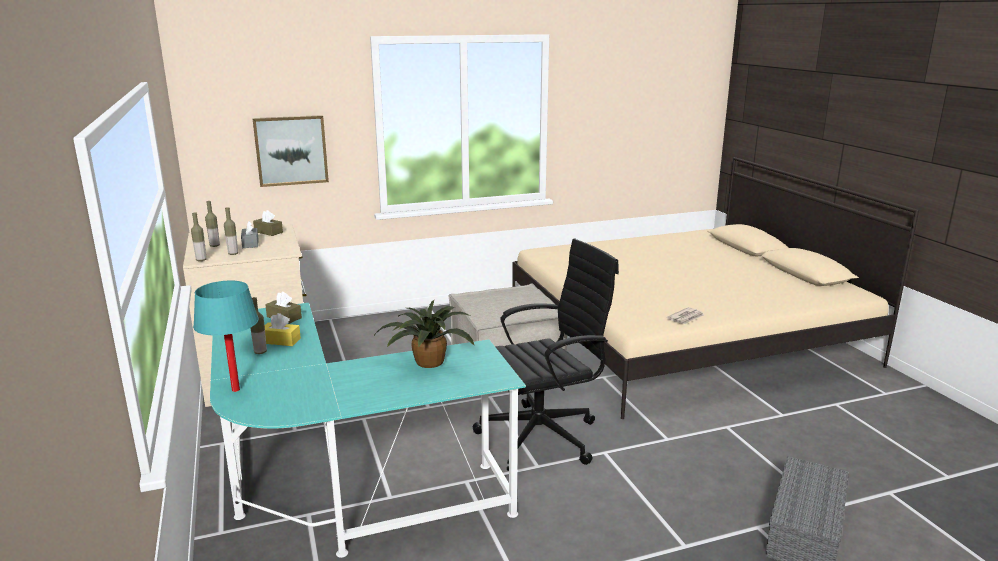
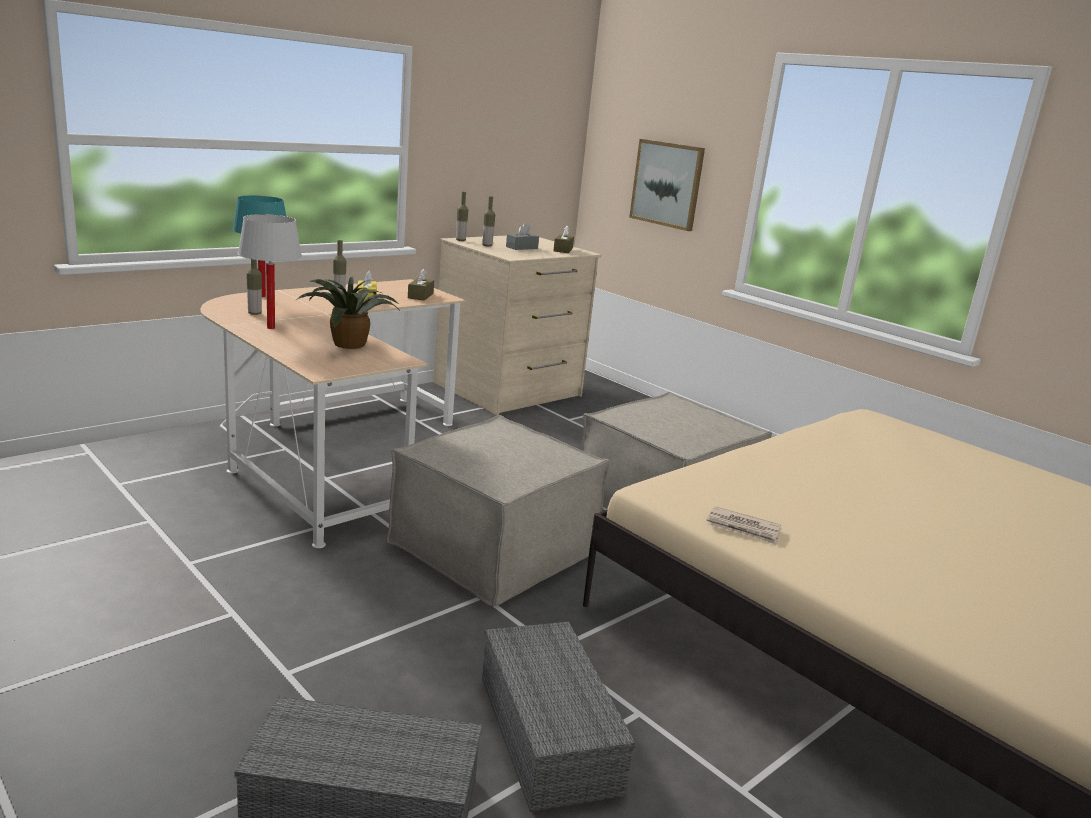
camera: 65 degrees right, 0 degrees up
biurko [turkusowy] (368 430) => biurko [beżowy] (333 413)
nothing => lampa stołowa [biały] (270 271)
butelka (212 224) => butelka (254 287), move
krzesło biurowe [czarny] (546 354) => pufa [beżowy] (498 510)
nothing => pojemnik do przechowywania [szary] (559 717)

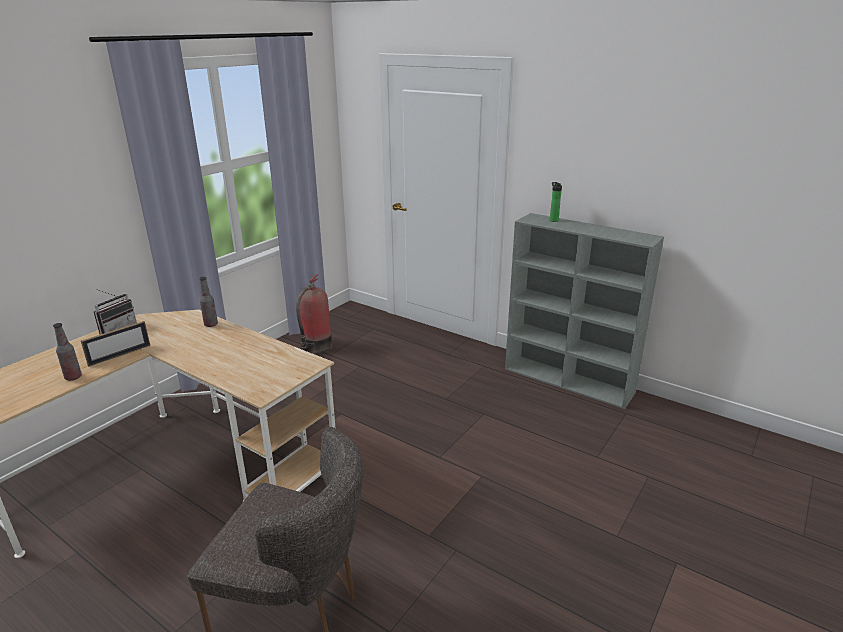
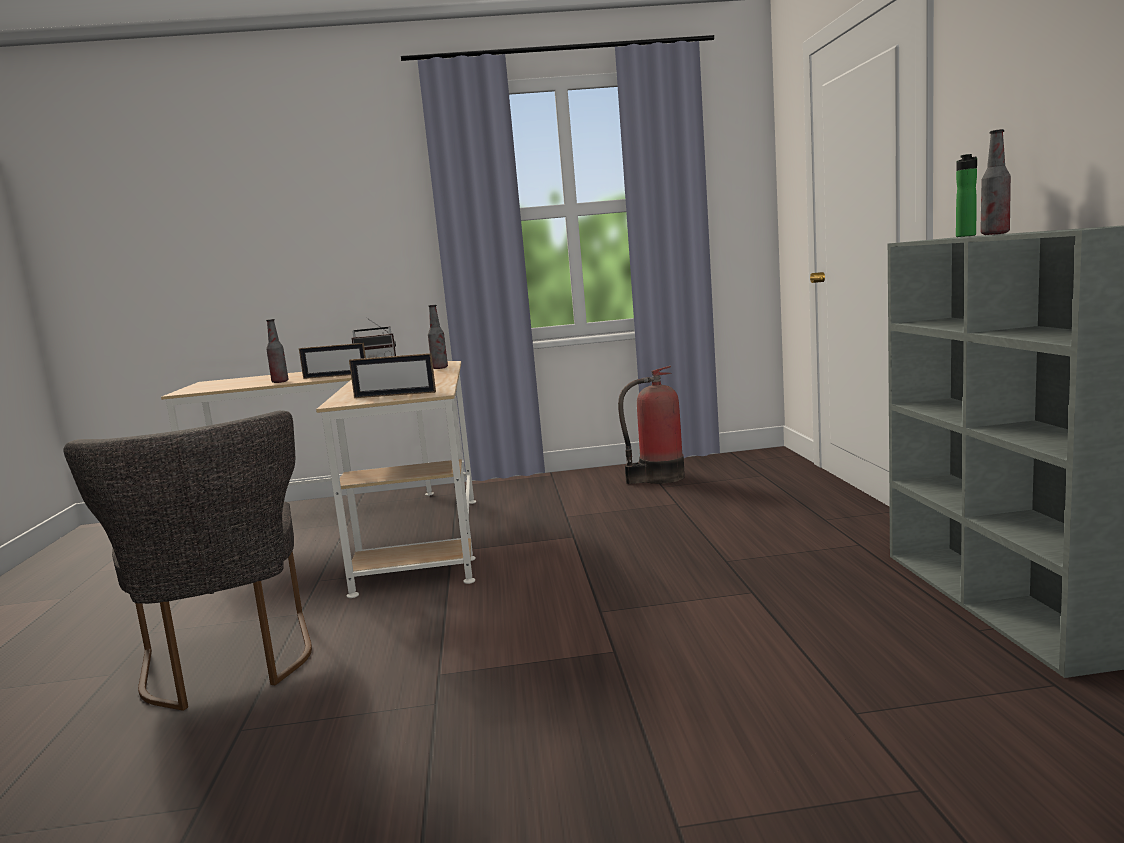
camera: 50 degrees right, 15 degrees down
nothing => ramka na zdjęcie (392 375)
nothing => butelka (995 182)

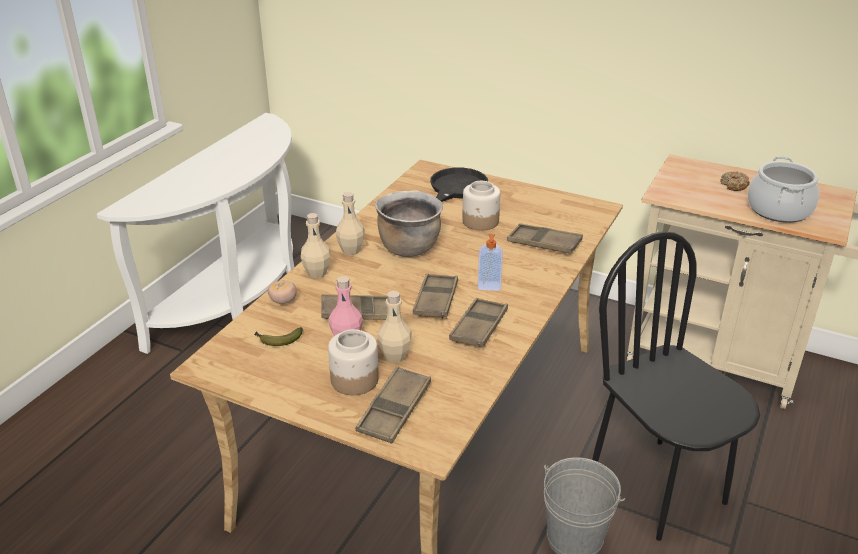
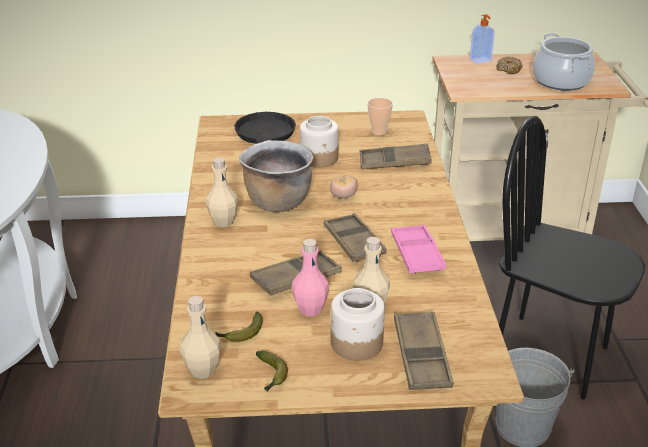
camera: 30 degrees left, 0 degrees up
butelka [beżowy] (315 245) => butelka [beżowy] (200 337), move
nothing => banan (272 371)
pomidor (282 292) => pomidor (344 187), move
nothing => filiżanka (380 116)
taca [brązowy] (478 323) => taca [różowy] (418 249)
dozownik mydła (490 262) => dozownik mydła (482 39), move

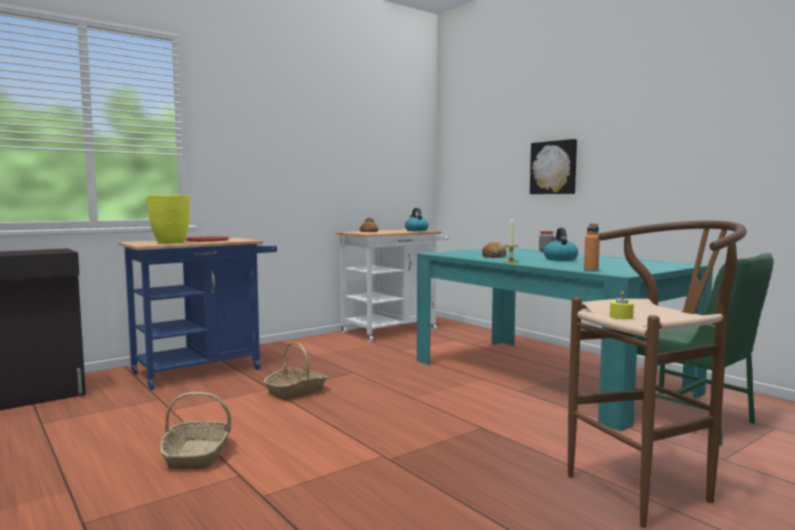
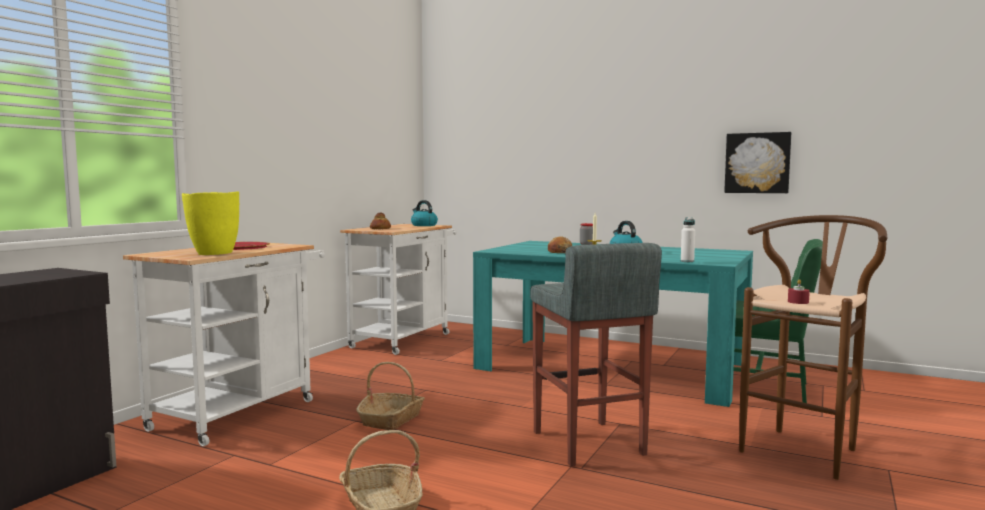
camera: 25 degrees left, 0 degrees up
wózek [niebieski] (197 313) => wózek [biały] (224 344)
nothing => stołek [szary] (596 355)
butelka [pomarańczowy] (592 247) => butelka [biały] (688 239)
obraz (553 166) => obraz (757 162), move
świeca [żółty] (622 305) => świeca [czerwony] (799 291)

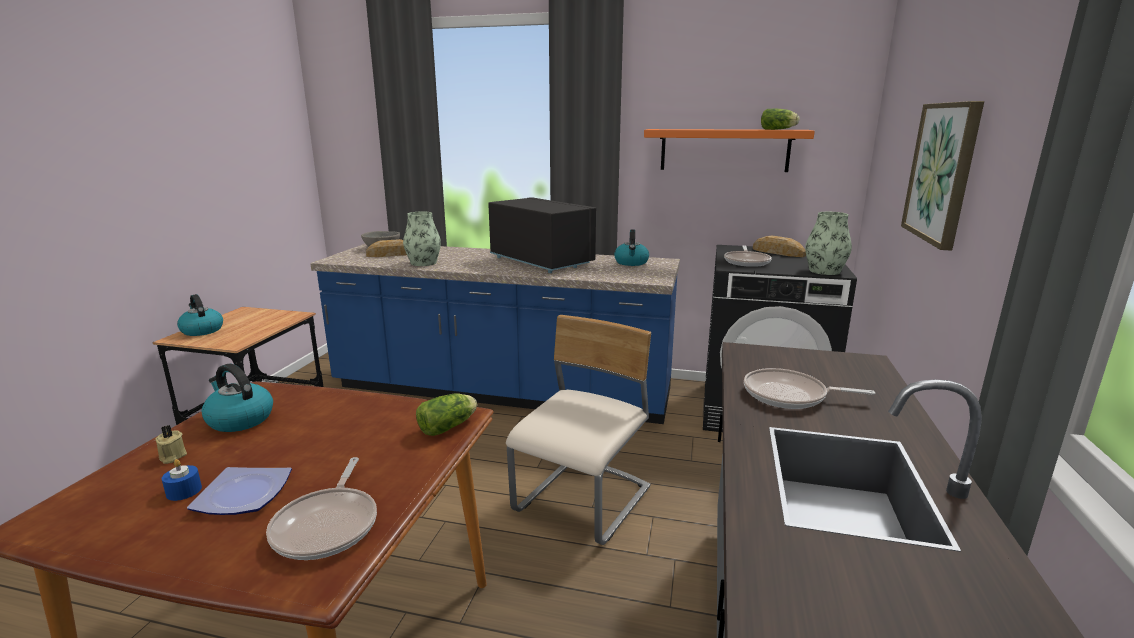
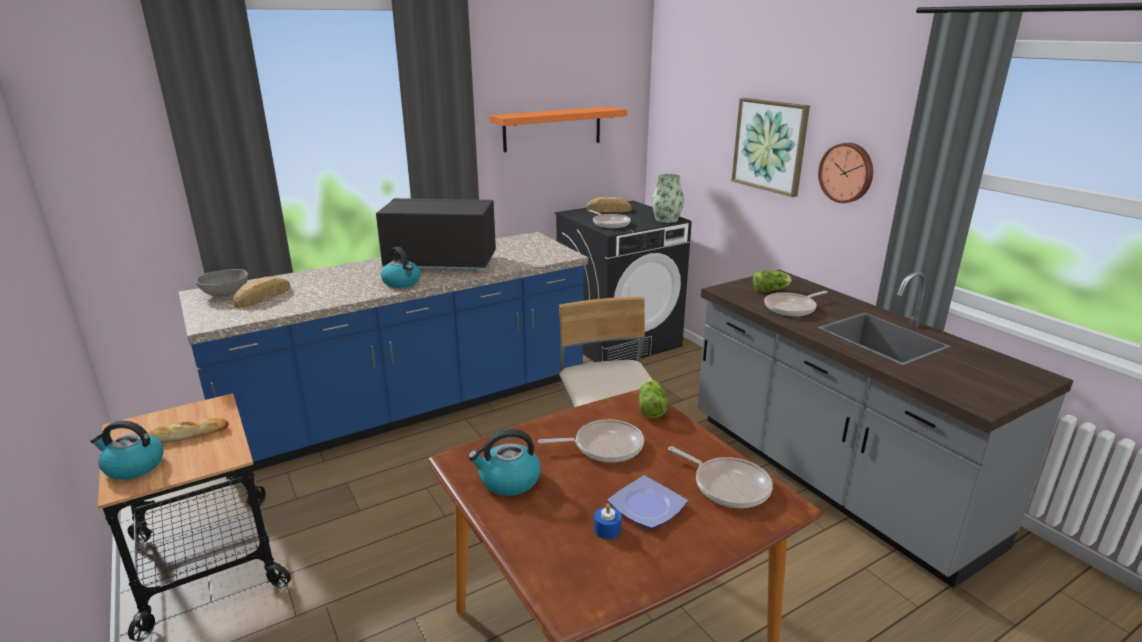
camera: 45 degrees left, 5 degrees up
nothing => chleb (188 430)
czajnik (631 248) => czajnik (400 267), move
nothing => patelnia (591 440)
sałata (780 119) => sałata (772 281), move
nothing => zegar ścienny (845 173)
świeca [beżowy] (171 444) => nothing
wazon (422 238) => nothing

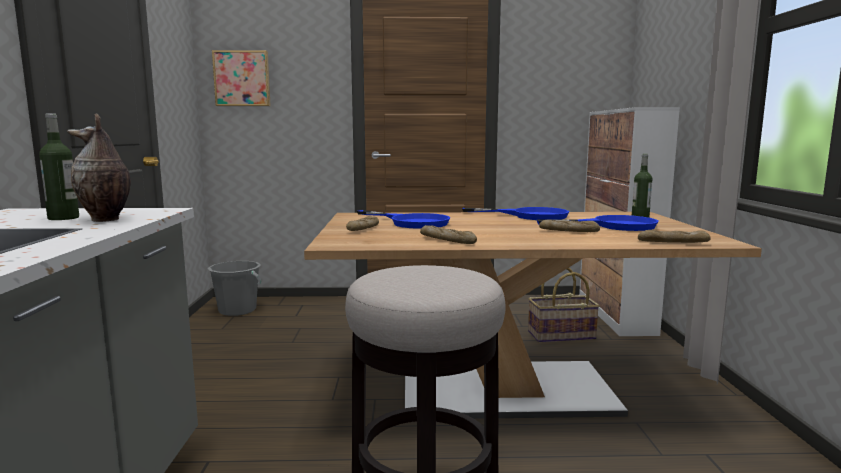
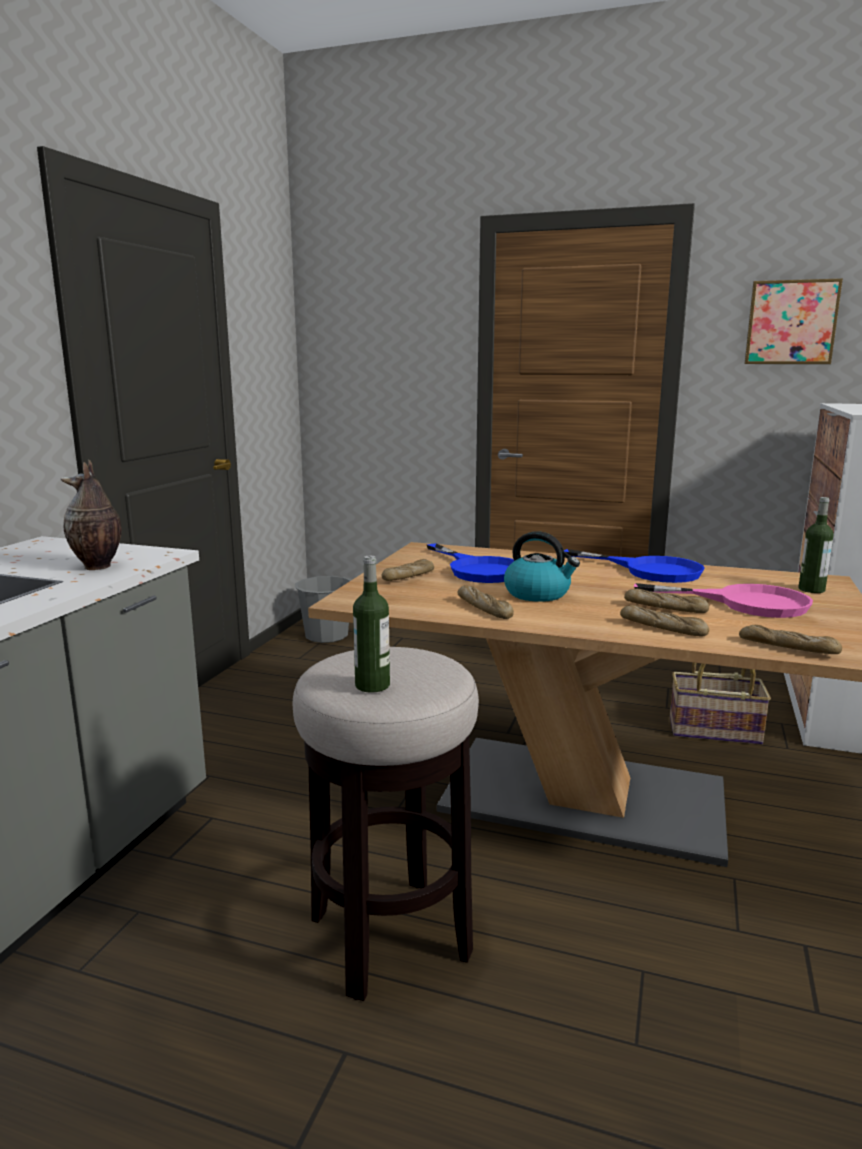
camera: 20 degrees right, 5 degrees up
butelka (59 166) => butelka (371 624), move
nothing => czajnik (542 566)
nothing => chleb (664 621)
patelnia [niebieski] (597 223) => patelnia [różowy] (723 600)
obraz (241 78) => obraz (794 321), move

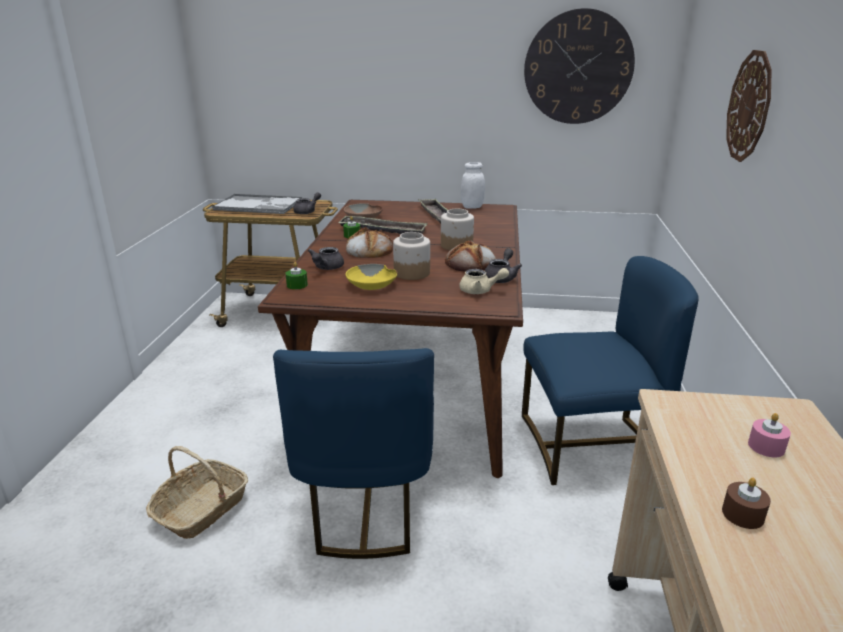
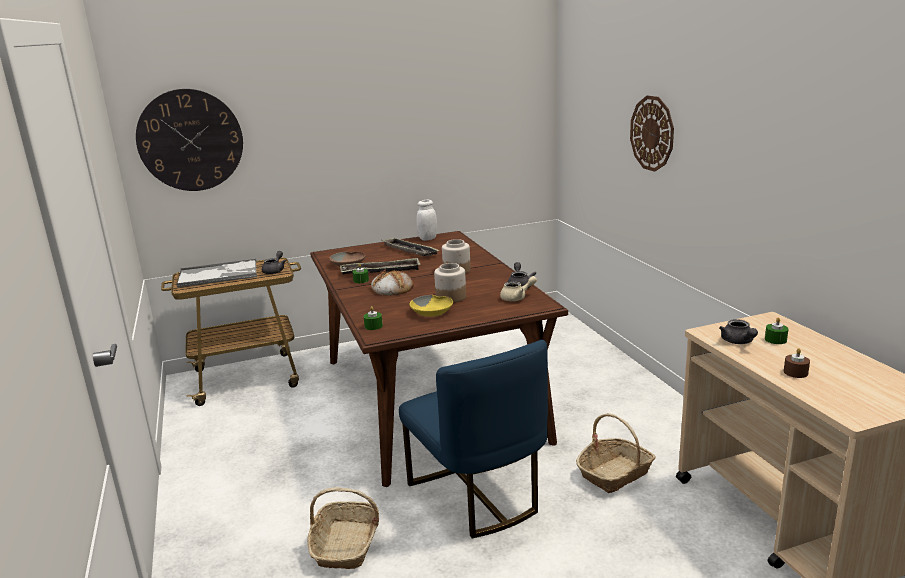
camera: 25 degrees left, 5 degrees down
zegar ścienny (579 66) => zegar ścienny (189 140), move
nothing => koszyk (616 453)
imbryk [szary] (326 258) => imbryk [szary] (738 331), move
świeca [różowy] (769 435) => świeca [zielony] (776 330)
chleb (470 256) => nothing
krzesło [niebieski] (610 370) => nothing

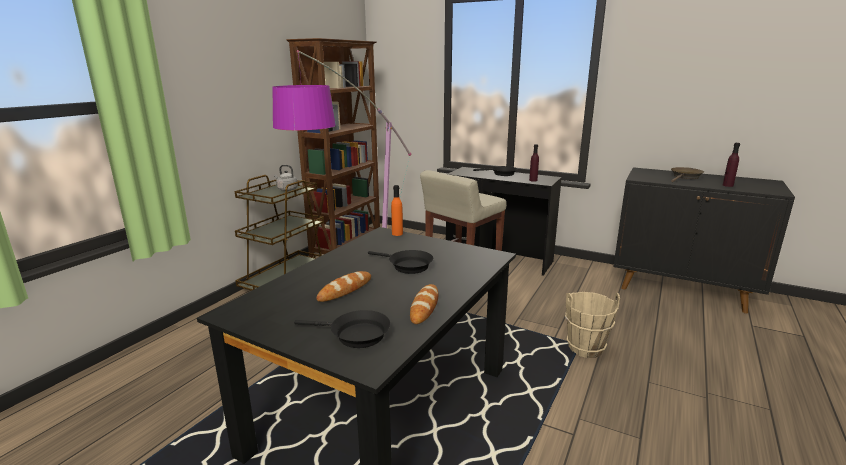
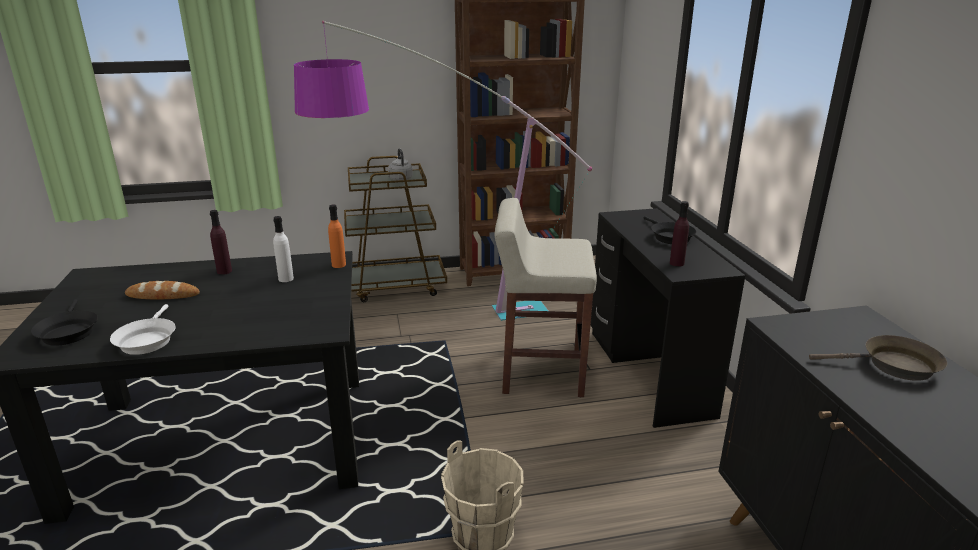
camera: 50 degrees right, 5 degrees up
chleb (424 304) => patelnia [biały] (142 329)
butelka [fioletowy] (731 165) => butelka [fioletowy] (221 242), move
nothing => butelka [biały] (283 249)
patelnia [czarny] (400 262) => nothing

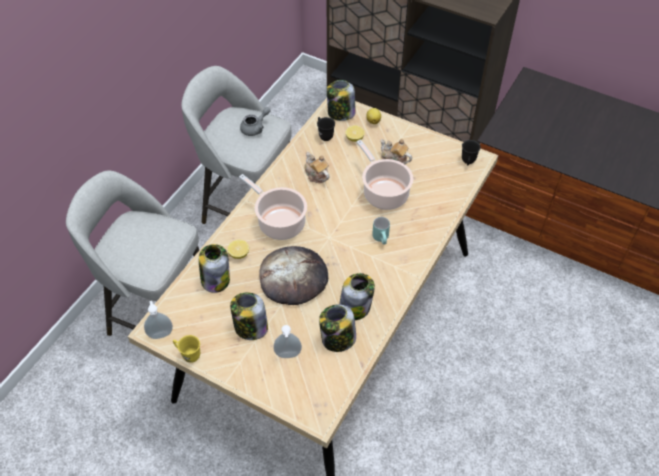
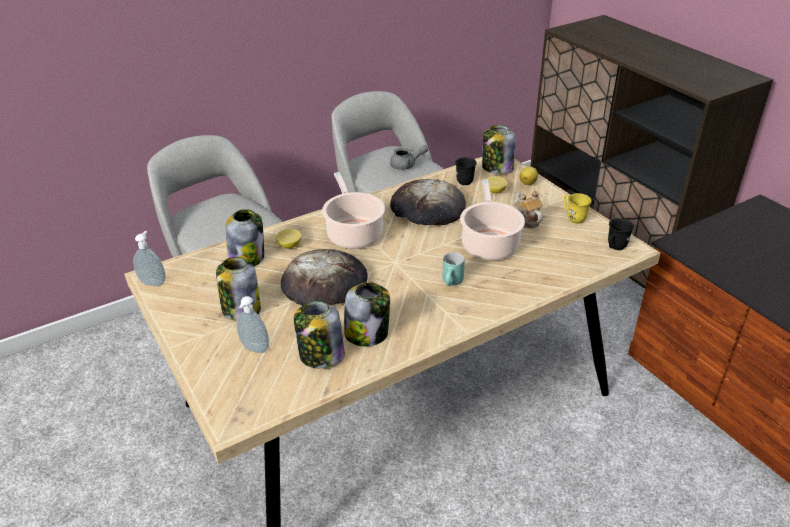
camera: 30 degrees right, 15 degrees down
imbryk (316 167) => chleb (428 202)
kubek [żółty] (186 349) => kubek [żółty] (578 208), move

